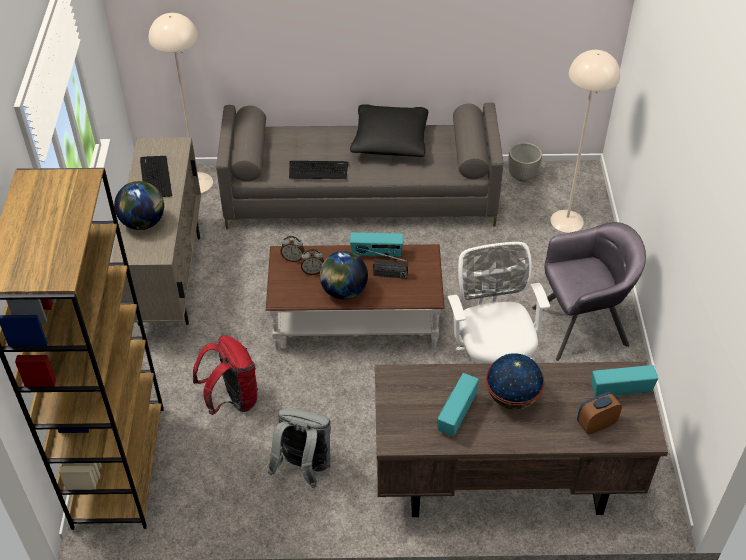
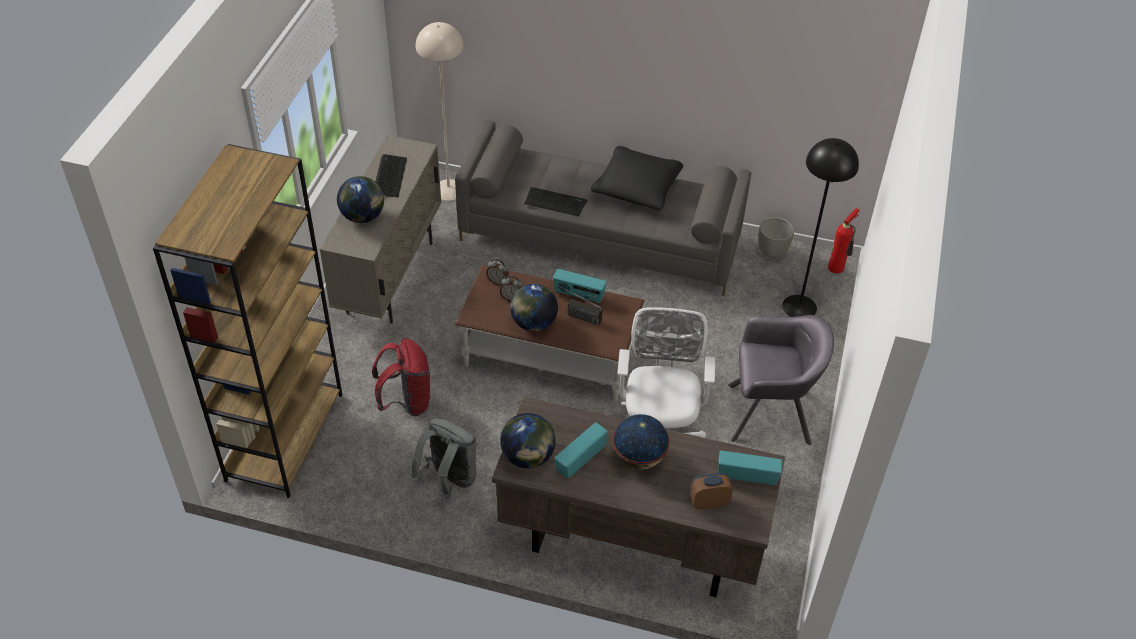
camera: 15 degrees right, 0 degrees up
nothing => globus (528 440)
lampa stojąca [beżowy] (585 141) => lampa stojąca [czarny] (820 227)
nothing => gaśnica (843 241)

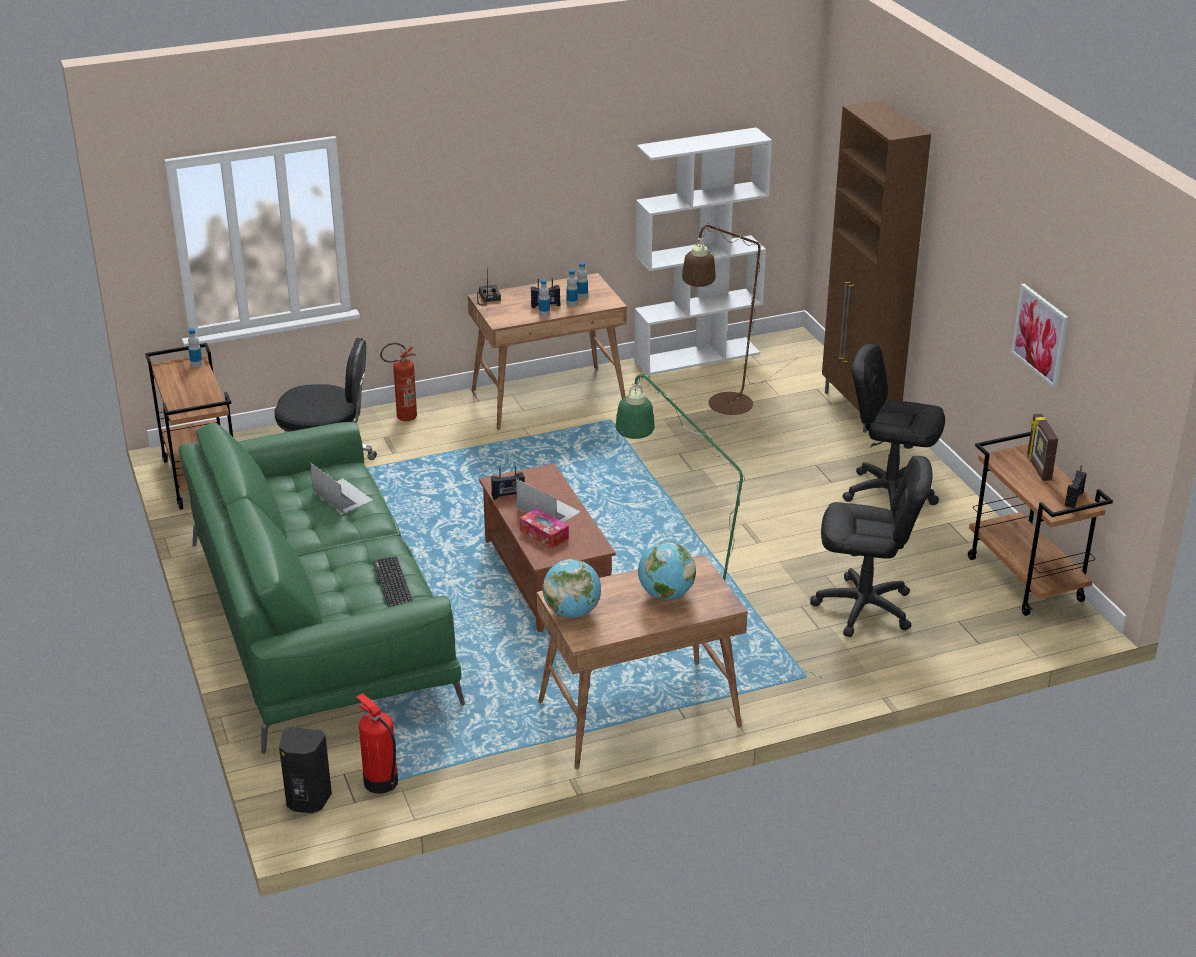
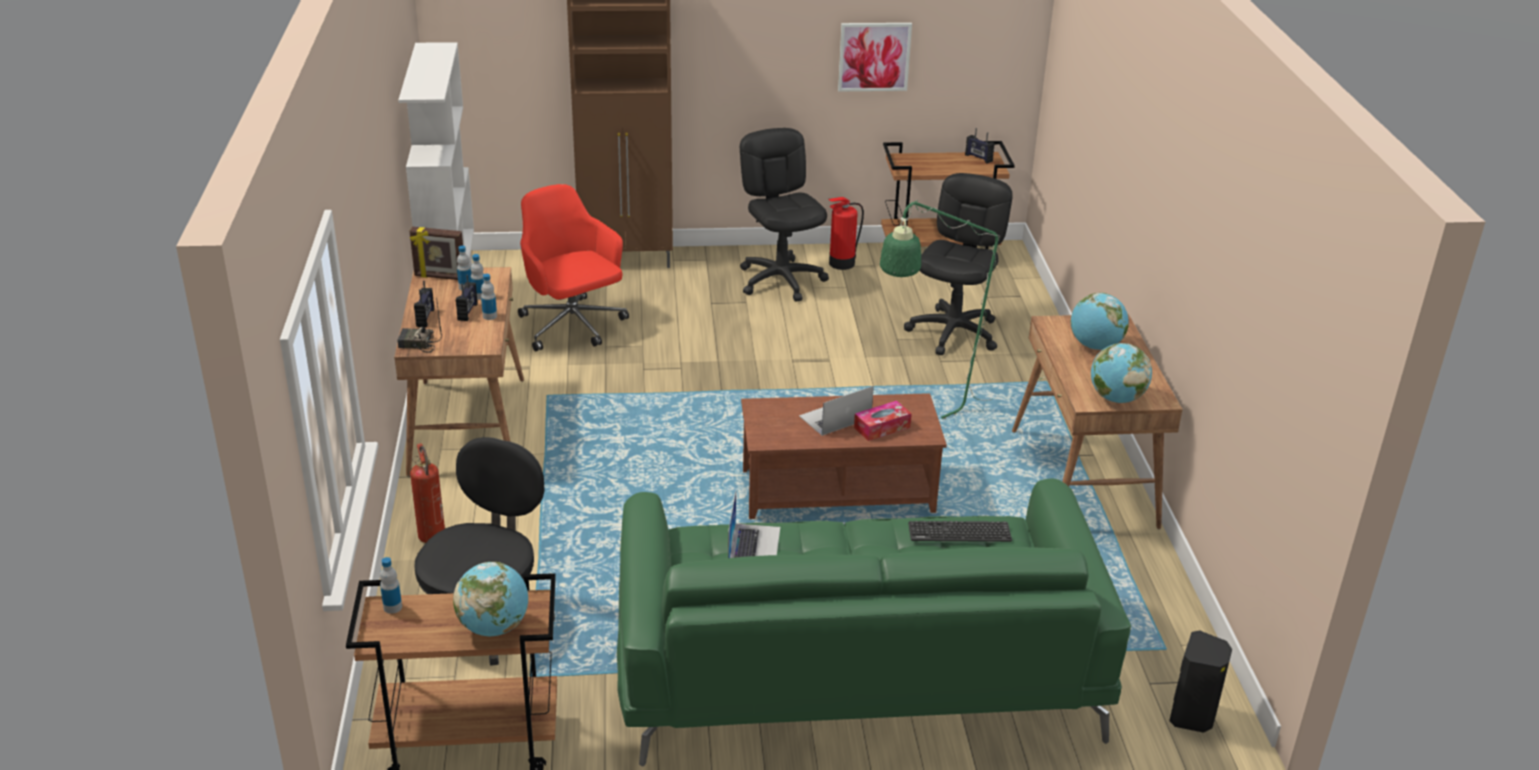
camera: 75 degrees left, 0 degrees up
ramka na zdjęcie (1042 447) => ramka na zdjęcie (436 253), move
radio (508 482) => radio (424 303), move
nothing => globus (490 599)
lampa stojąca [brązowy] (740 318) => krzesło biurowe [czerwony] (573 267)
laptop (341 488) => laptop (754 524), 120 degrees clockwise
krzesło biurowe [czarny] (894 427) => krzesło biurowe [czarny] (784 215), 120 degrees clockwise
gaśnica (377 743) => gaśnica (846 233), move

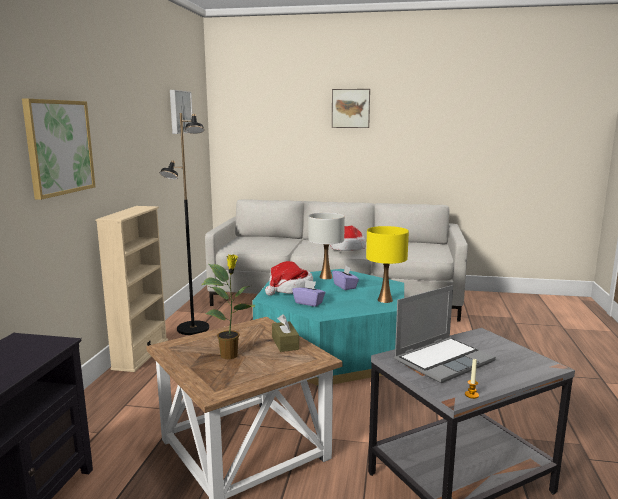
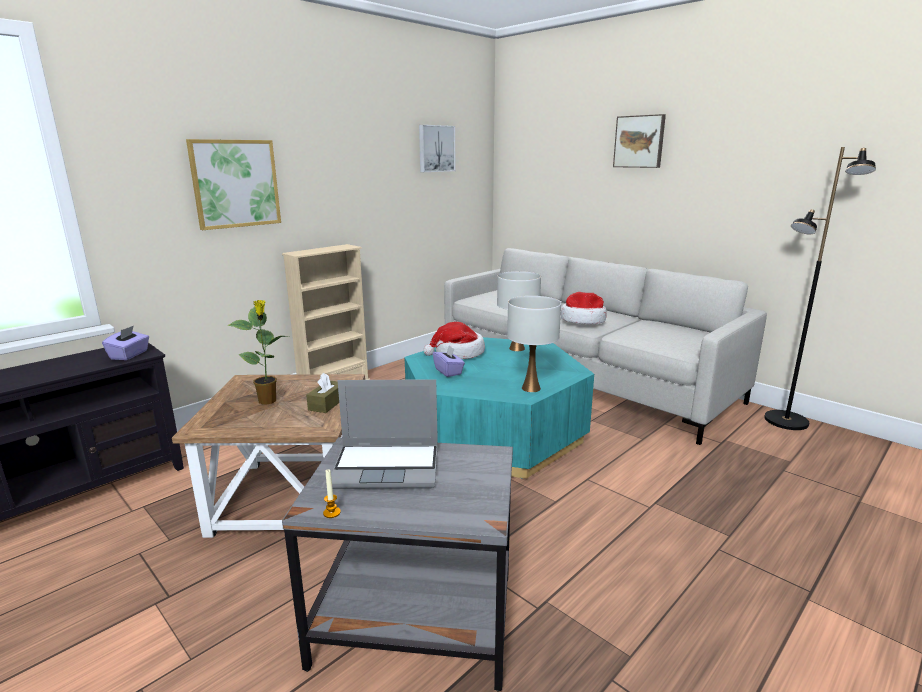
camera: 35 degrees right, 5 degrees up
pudełko chusteczek [fioletowy] (345 278) => pudełko chusteczek [fioletowy] (125 342), move
lampa stołowa [żółty] (387 264) => lampa stołowa [biały] (534 344)
lampa stojąca [czarny] (184 224) => lampa stojąca [czarny] (820 288), move

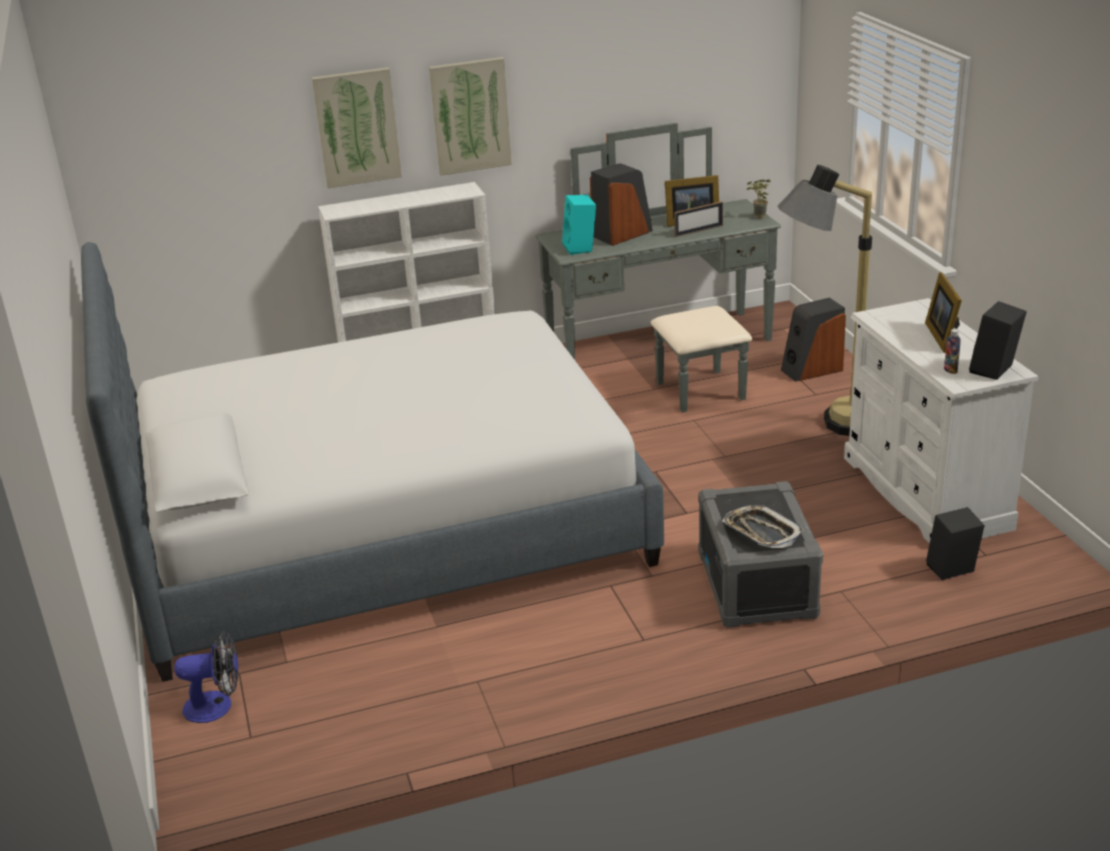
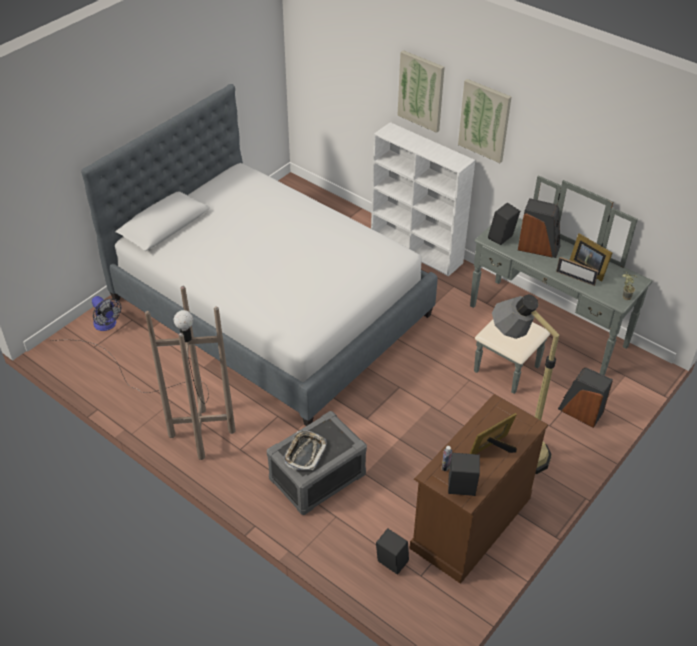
camera: 55 degrees right, 15 degrees up
nothing => lampa stojąca [brązowy] (143 373)
komoda [biały] (941 420) => komoda [brązowy] (478 489)
głośnik [turkusowy] (579 225) => głośnik [czarny] (504 224)

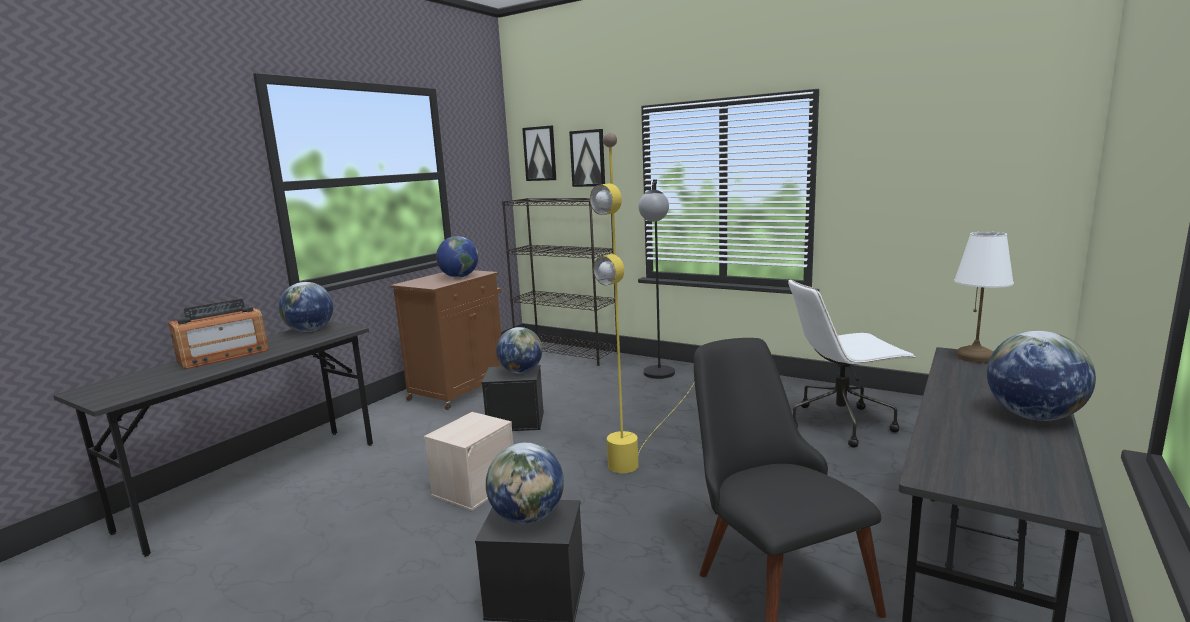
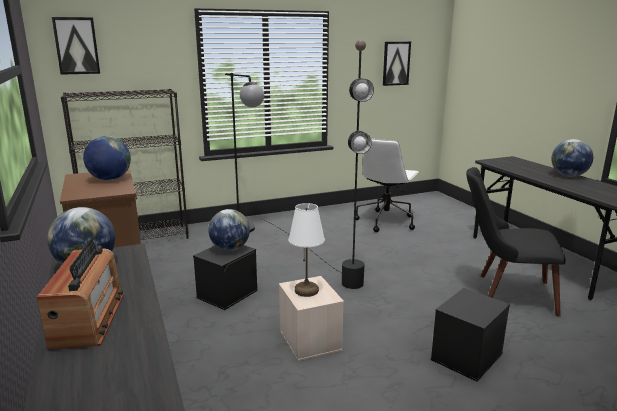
camera: 55 degrees left, 5 degrees up
lampa stojąca [żółty] (642 302) => lampa stojąca [czarny] (317 164)
lampa stołowa [biały] (984 297) => lampa stołowa [biały] (306 250), move
obraz (587 158) => obraz (397 64), move
globus (525 483) => nothing

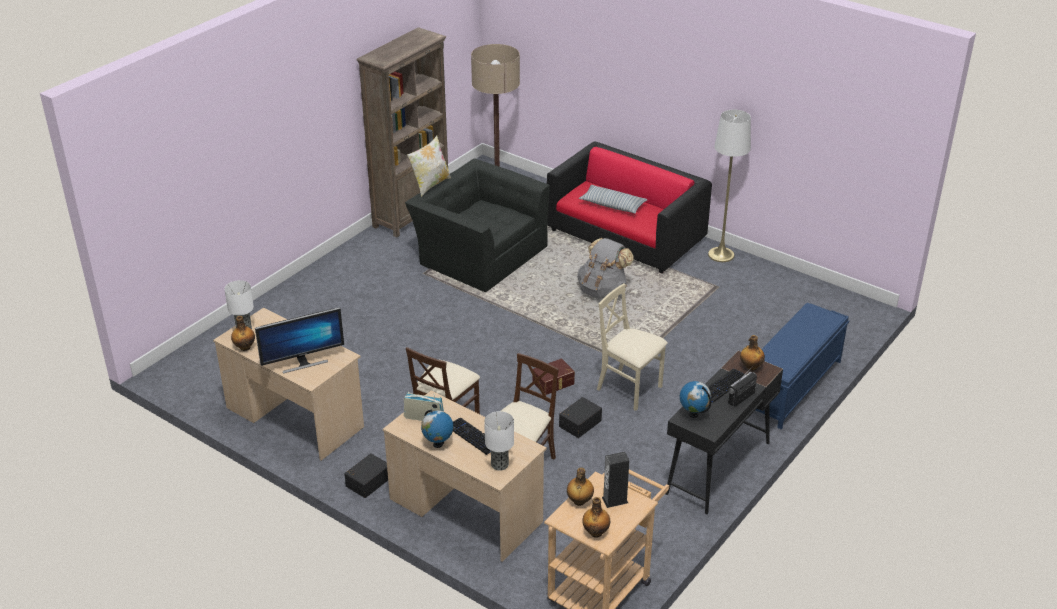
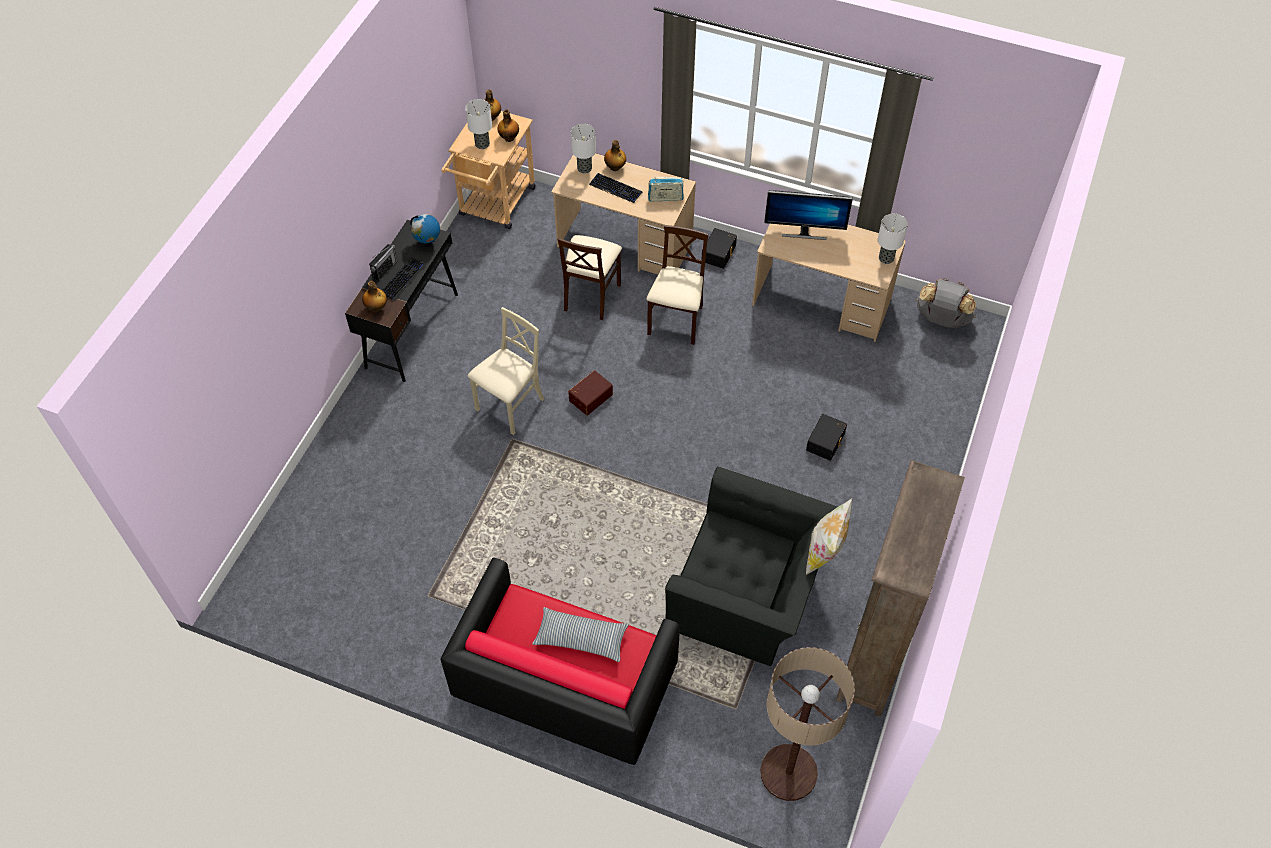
camera: 165 degrees right, 20 degrees up
głośnik (615 479) => lampa stołowa (478 124)
krzesło [beżowy] (632 347) => krzesło [beżowy] (506 371), 75 degrees counterclockwise
butelka (243 333) => butelka (615 155), move
monitor (299 340) => monitor (808 215), 135 degrees counterclockwise
pojemnik do przechowywania [czarny] (580 417) => pojemnik do przechowywania [czarny] (826 437), move
plecak [szary] (605 268) => plecak [szary] (946 303), move
globus (437 428) => nothing
lampa stojąca [biały] (729 186) => nothing
ławka [niebieski] (802 366) => nothing

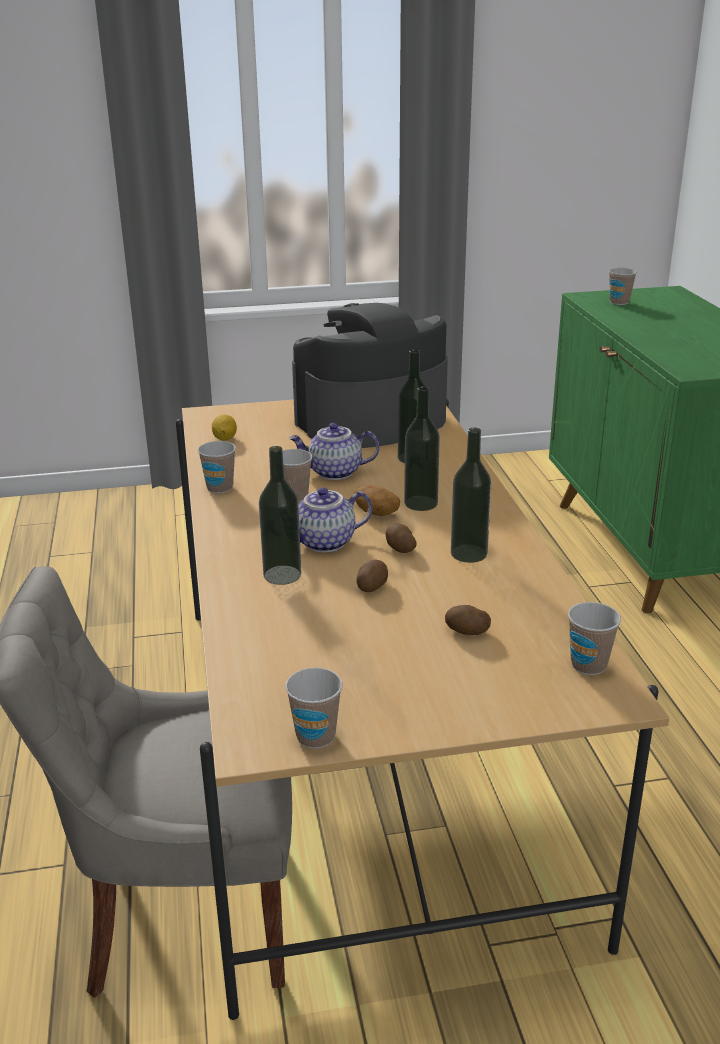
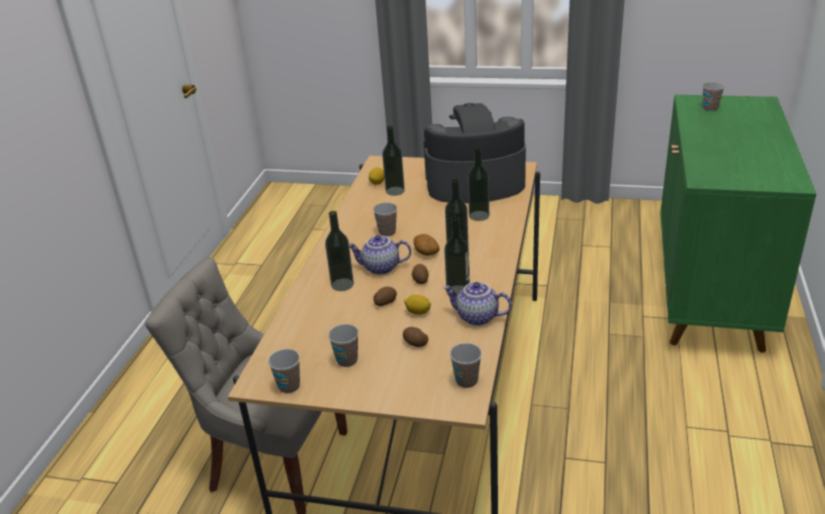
camera: 25 degrees right, 5 degrees up
filiżanka (217 467) => filiżanka (343 345), move
nothing => butelka (393 161)
nothing => cytryna (417 305)
imbryk (334 451) => imbryk (477 304), move

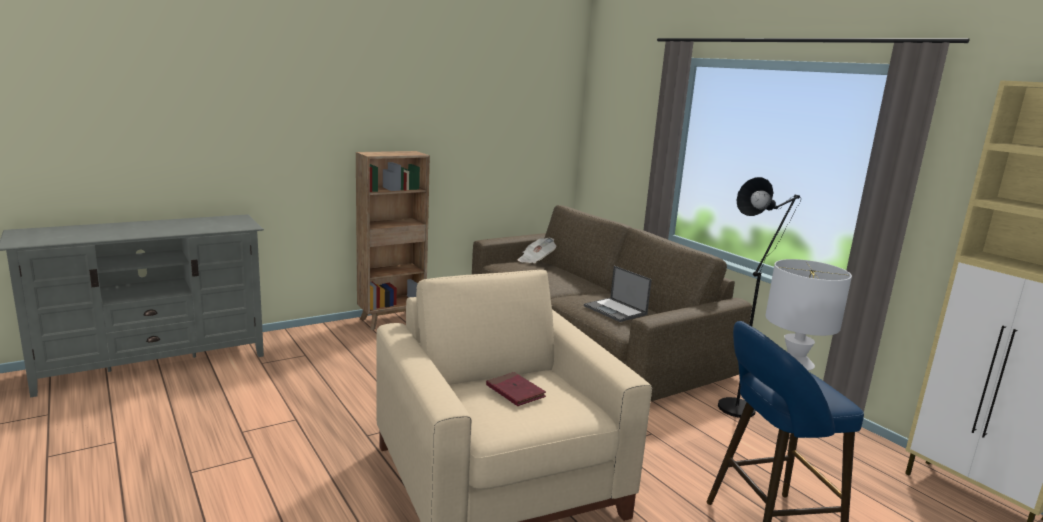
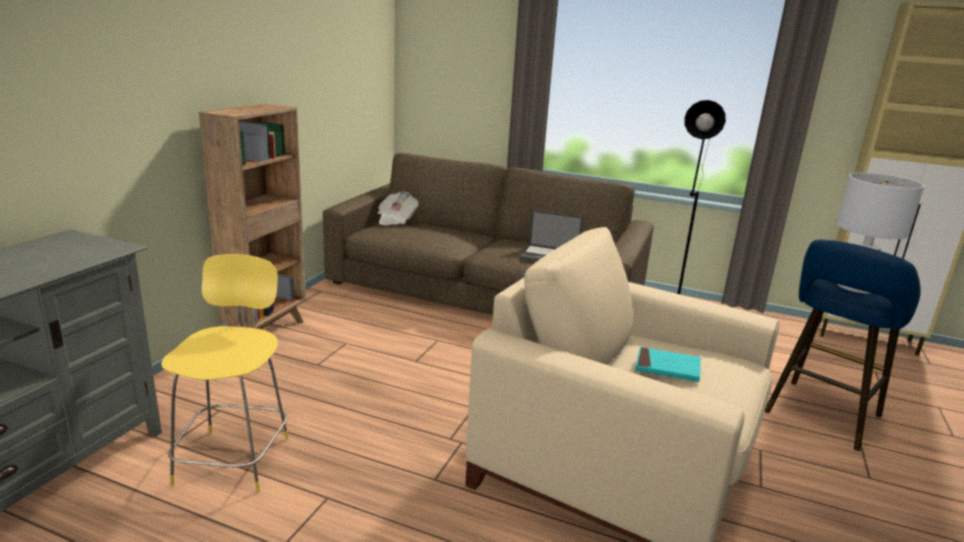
camera: 35 degrees left, 5 degrees up
nothing => stołek [żółty] (225 373)
książka [czerwony] (516 389) => książka [turkusowy] (668 364)

